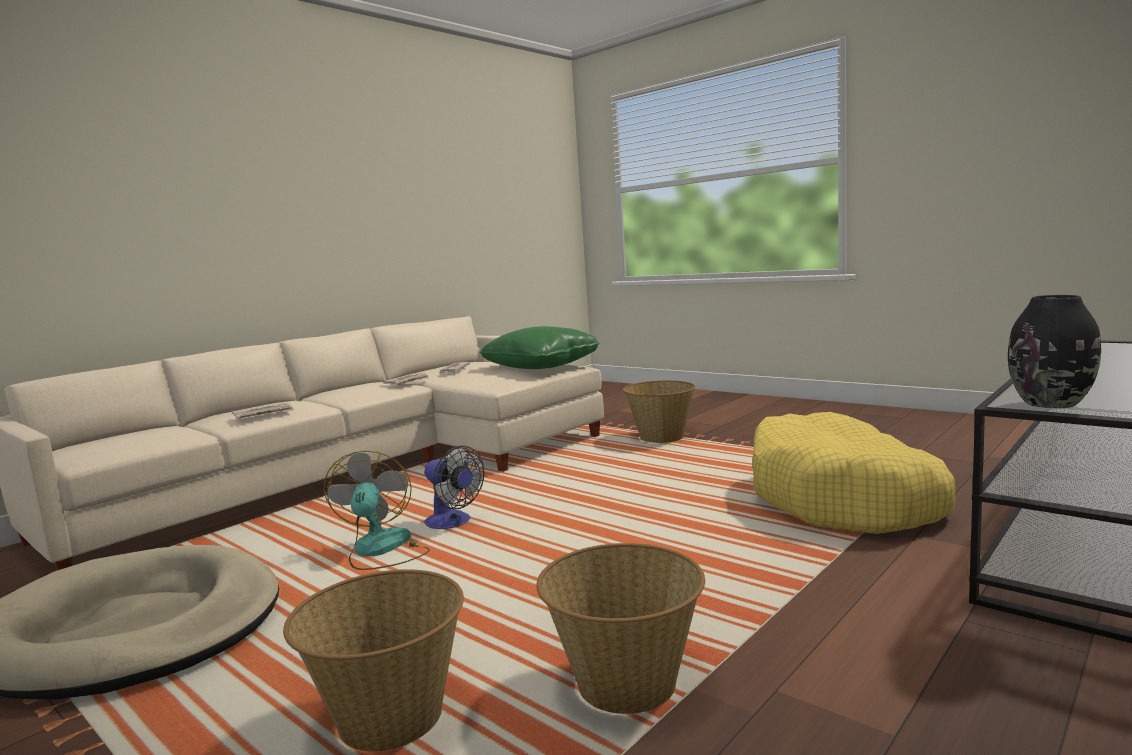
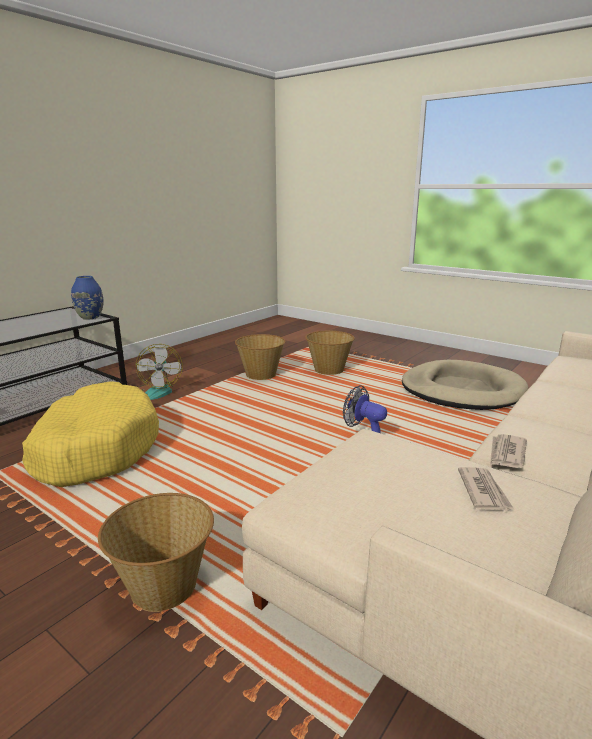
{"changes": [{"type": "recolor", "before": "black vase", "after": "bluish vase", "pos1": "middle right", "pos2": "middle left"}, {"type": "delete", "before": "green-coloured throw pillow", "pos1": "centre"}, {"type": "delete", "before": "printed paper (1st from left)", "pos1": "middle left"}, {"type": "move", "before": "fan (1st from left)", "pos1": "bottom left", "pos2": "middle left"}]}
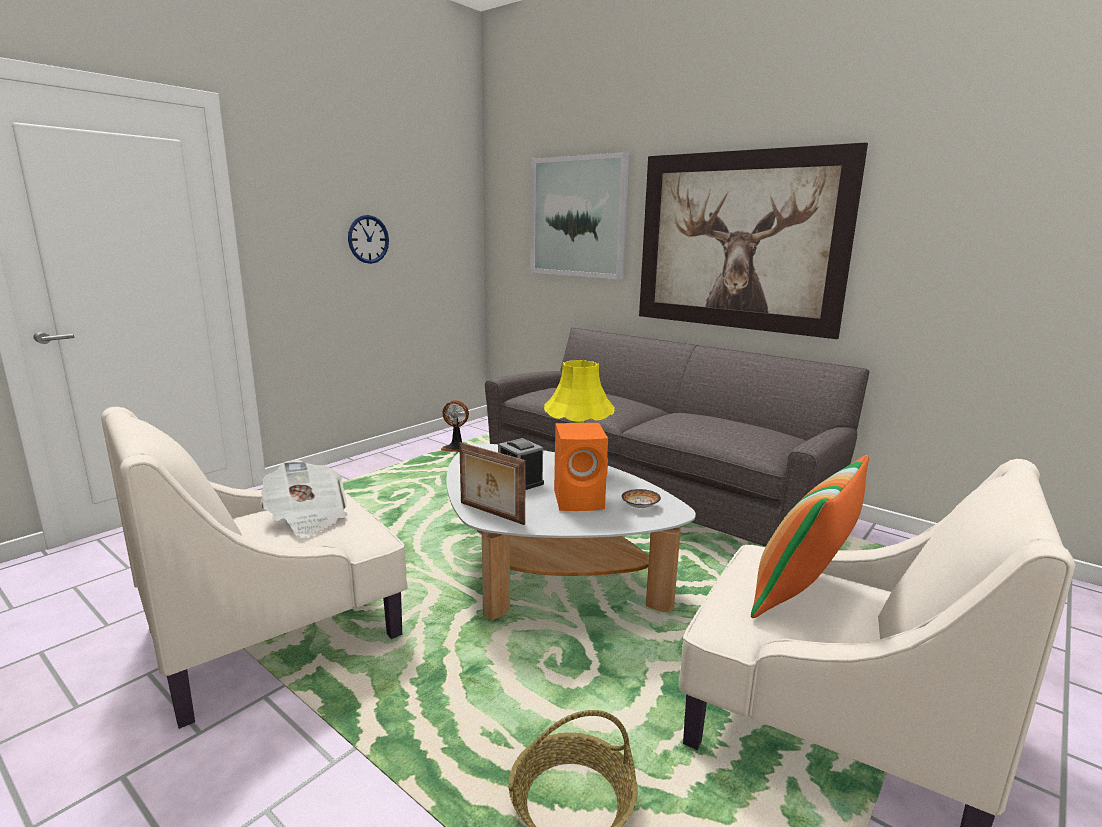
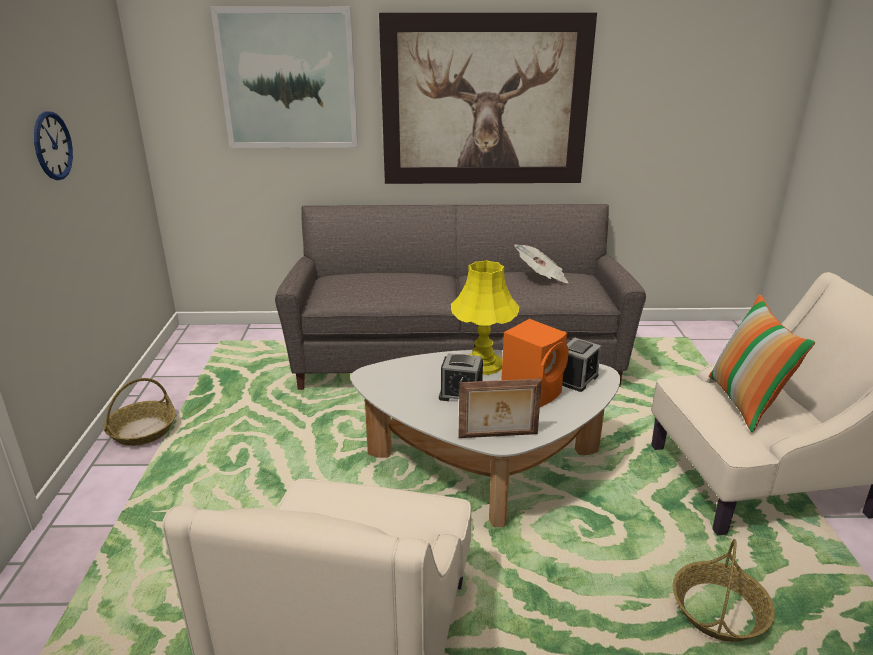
{"changes": [{"type": "delete", "before": "fan", "pos1": "centre"}, {"type": "move", "before": "printed paper", "pos1": "middle left", "pos2": "centre"}, {"type": "replace", "before": "deep dish", "after": "bedside clock (2nd from left)", "pos1": "centre", "pos2": "centre"}, {"type": "insert", "after": "basket (1st from left)", "pos2": "middle left"}]}
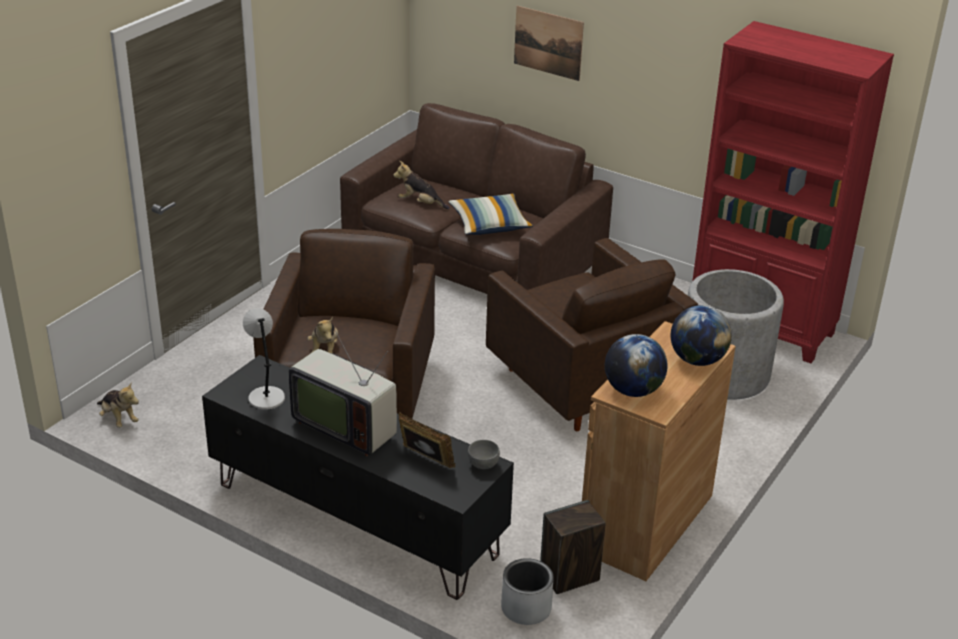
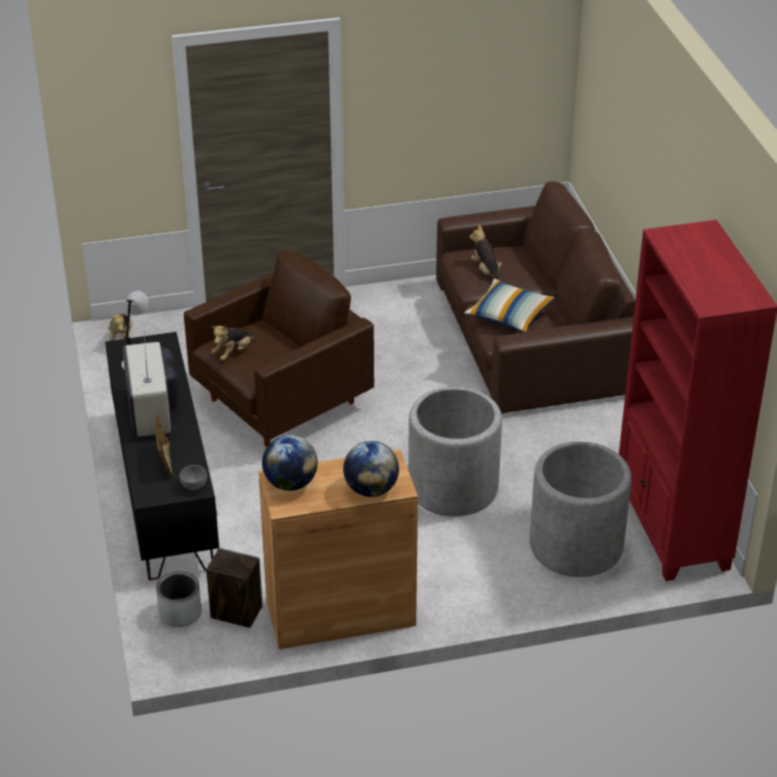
{"changes": [{"type": "delete", "before": "wall art", "pos1": "top centre"}, {"type": "replace", "before": "brown armchair (2nd from left)", "after": "greyish flower pot (2nd from left)", "pos1": "centre", "pos2": "centre"}]}
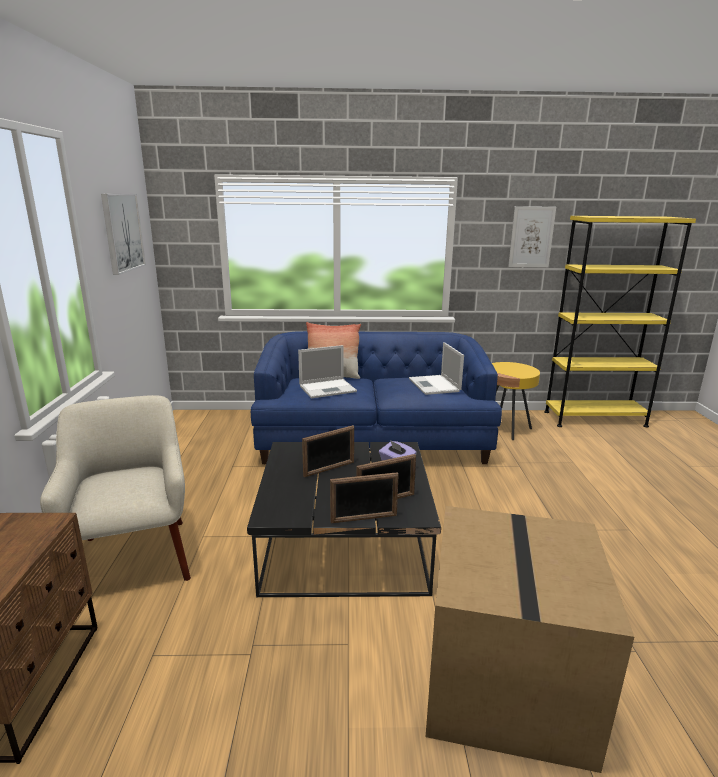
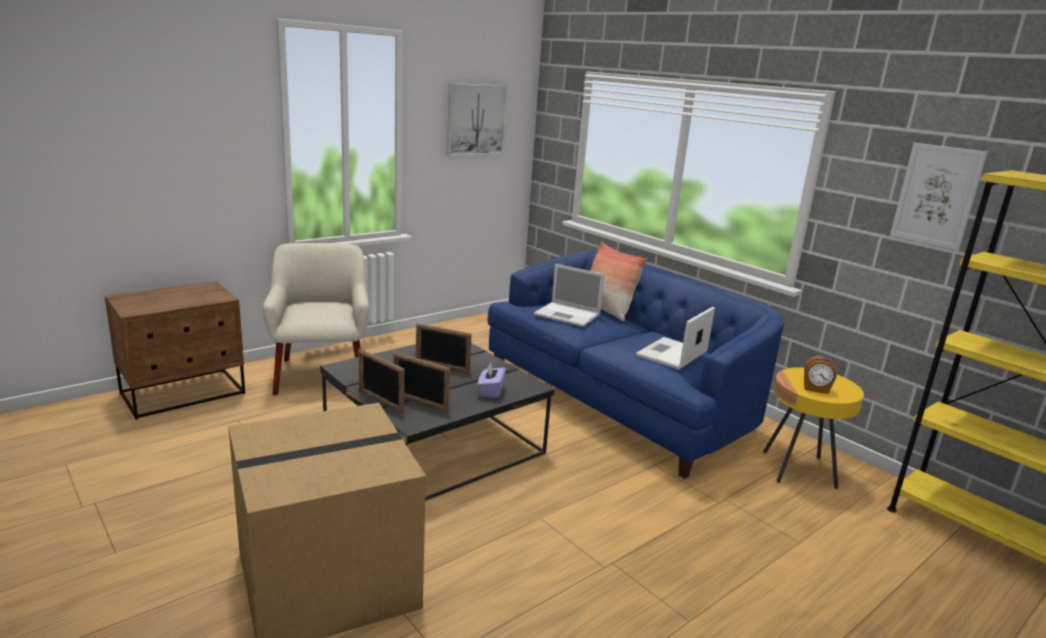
{"changes": [{"type": "rotate", "before": "beige-coloured armchair", "pos1": "middle left", "pos2": "middle left", "turn": -45}, {"type": "insert", "after": "bedside clock", "pos2": "middle right"}]}
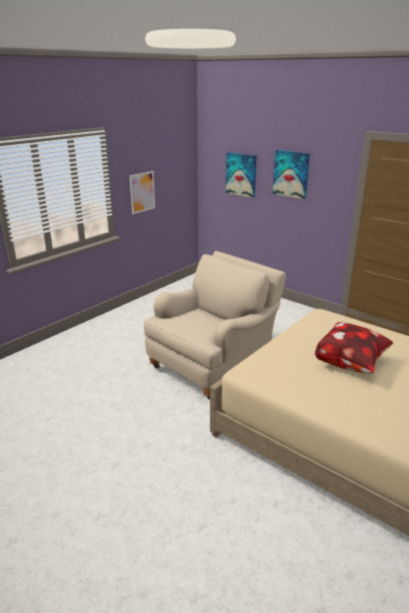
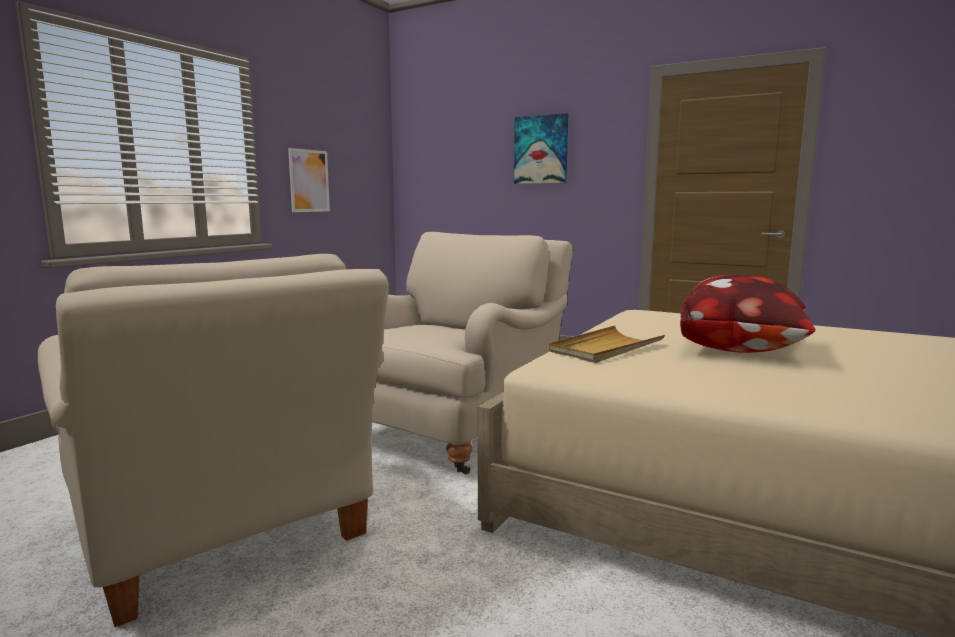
{"changes": [{"type": "delete", "before": "wall art (2nd from left)", "pos1": "top centre"}, {"type": "insert", "after": "beige-coloured armchair (1st from left)", "pos2": "bottom left"}, {"type": "insert", "after": "beige-coloured tray", "pos2": "centre"}]}
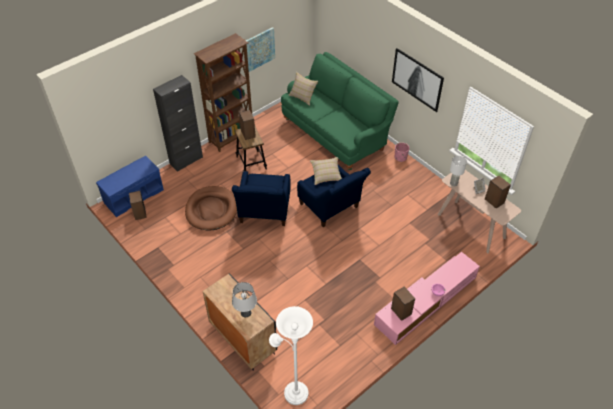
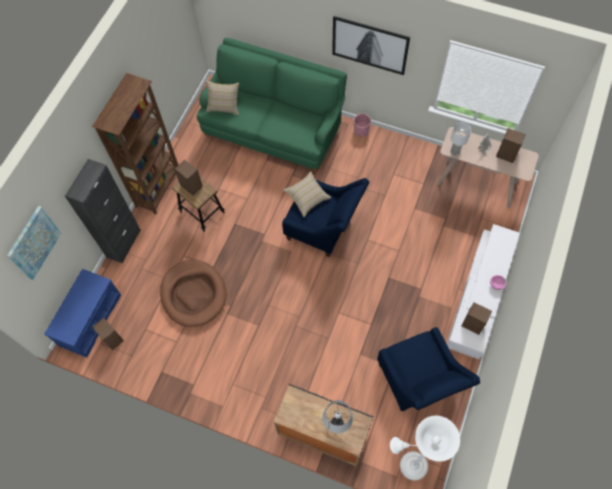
{"changes": [{"type": "move", "before": "wall art (1st from left)", "pos1": "top centre", "pos2": "middle left"}, {"type": "move", "before": "bluish armchair (1st from left in the first image)", "after": "bluish armchair (2nd from left)", "pos1": "centre", "pos2": "bottom right"}, {"type": "recolor", "before": "pink-coloured media console", "after": "white media console", "pos1": "bottom right", "pos2": "middle right"}]}
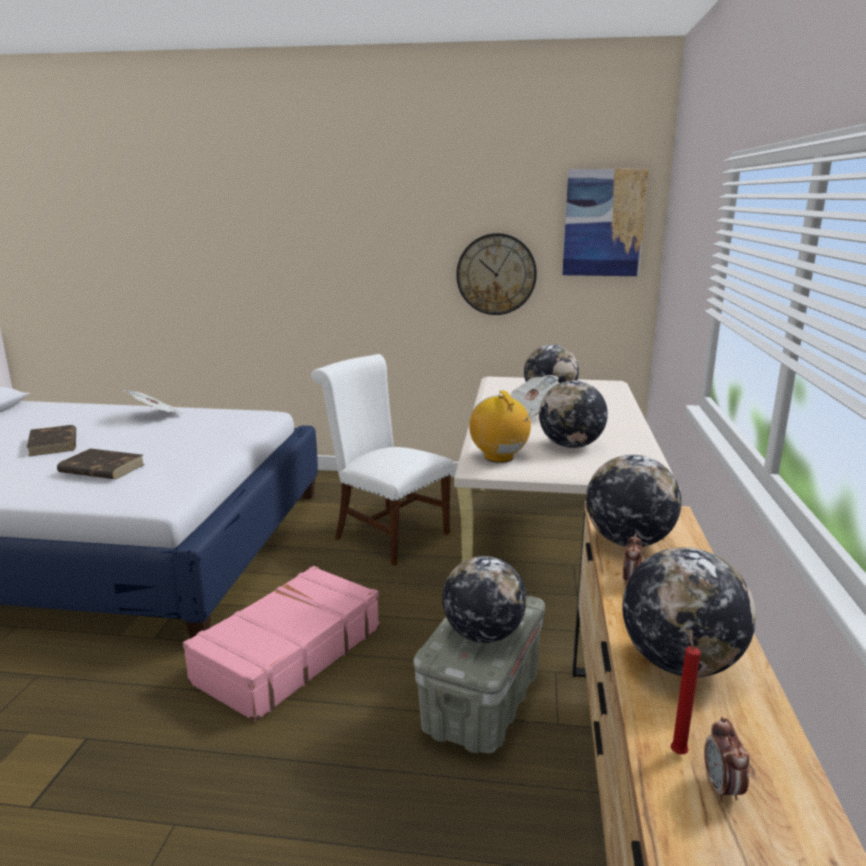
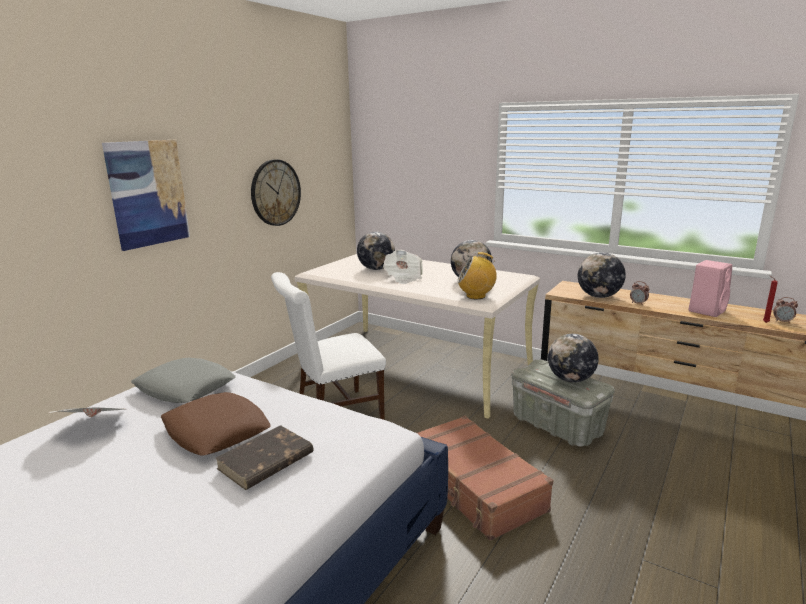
{"changes": [{"type": "move", "before": "wall art", "pos1": "top right", "pos2": "top left"}, {"type": "delete", "before": "brown bound book (1st from left)", "pos1": "middle left"}, {"type": "replace", "before": "world globe (5th from left)", "after": "pink-coloured loudspeaker", "pos1": "bottom right", "pos2": "middle right"}, {"type": "recolor", "before": "pink-coloured travel case", "after": "brown travel case", "pos1": "bottom left", "pos2": "bottom centre"}, {"type": "insert", "after": "greyish throw pillow", "pos2": "middle left"}, {"type": "insert", "after": "brown throw pillow", "pos2": "bottom left"}]}
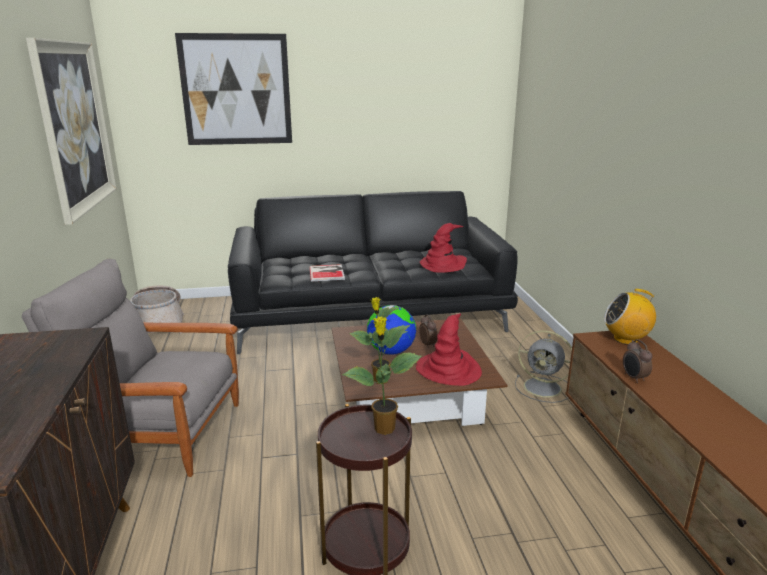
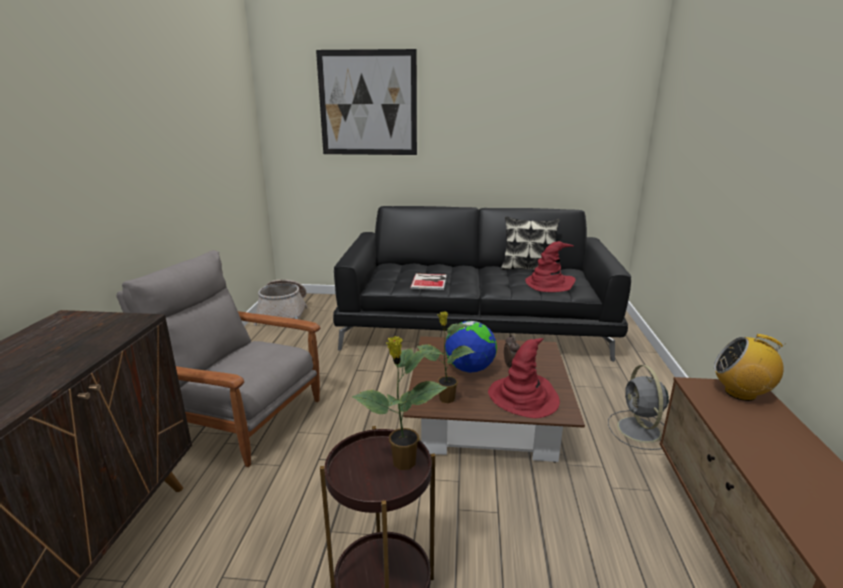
{"changes": [{"type": "delete", "before": "wall art (1st from left)", "pos1": "top left"}, {"type": "rotate", "before": "greyish fan", "pos1": "middle right", "pos2": "bottom right", "turn": 45}, {"type": "delete", "before": "bedside clock (2nd from left)", "pos1": "middle right"}, {"type": "insert", "after": "throw pillow", "pos2": "centre"}]}
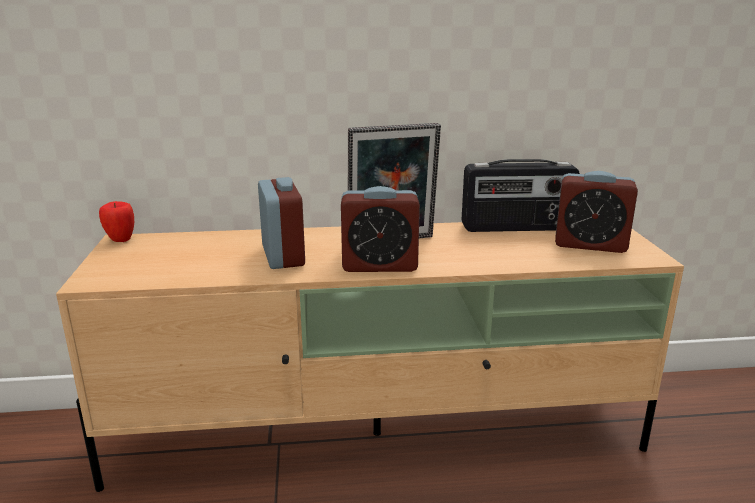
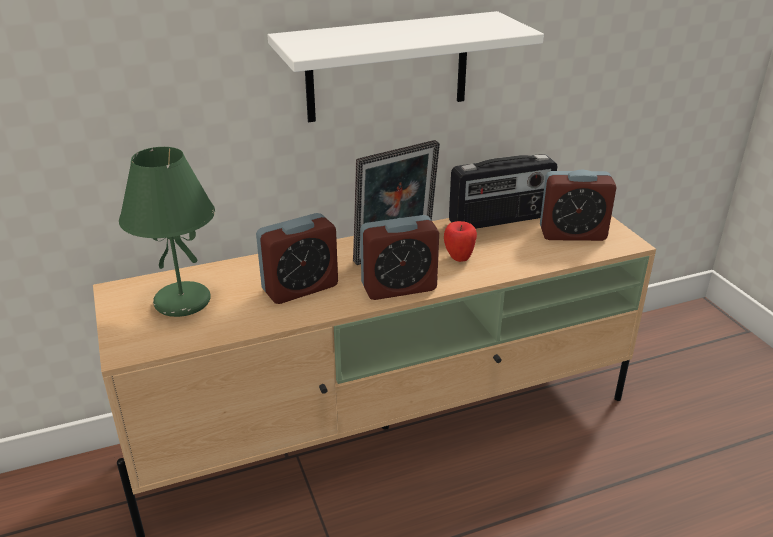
{"changes": [{"type": "rotate", "before": "bedside clock (1st from left)", "pos1": "centre", "pos2": "centre", "turn": 90}, {"type": "move", "before": "apple", "pos1": "middle left", "pos2": "centre"}, {"type": "insert", "after": "white wall shelf", "pos2": "top centre"}, {"type": "insert", "after": "green-coloured table lamp", "pos2": "middle left"}]}
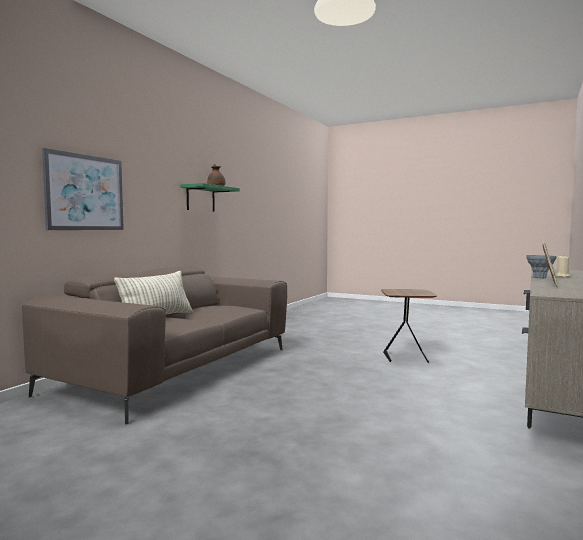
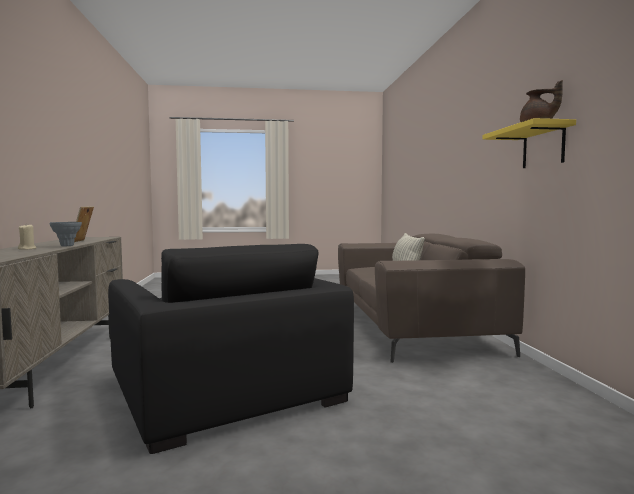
{"changes": [{"type": "delete", "before": "wall art", "pos1": "middle left"}, {"type": "recolor", "before": "green-coloured wall shelf", "after": "yellow-coloured wall shelf", "pos1": "centre", "pos2": "top right"}, {"type": "replace", "before": "brown end table", "after": "black armchair", "pos1": "middle right", "pos2": "bottom centre"}]}
